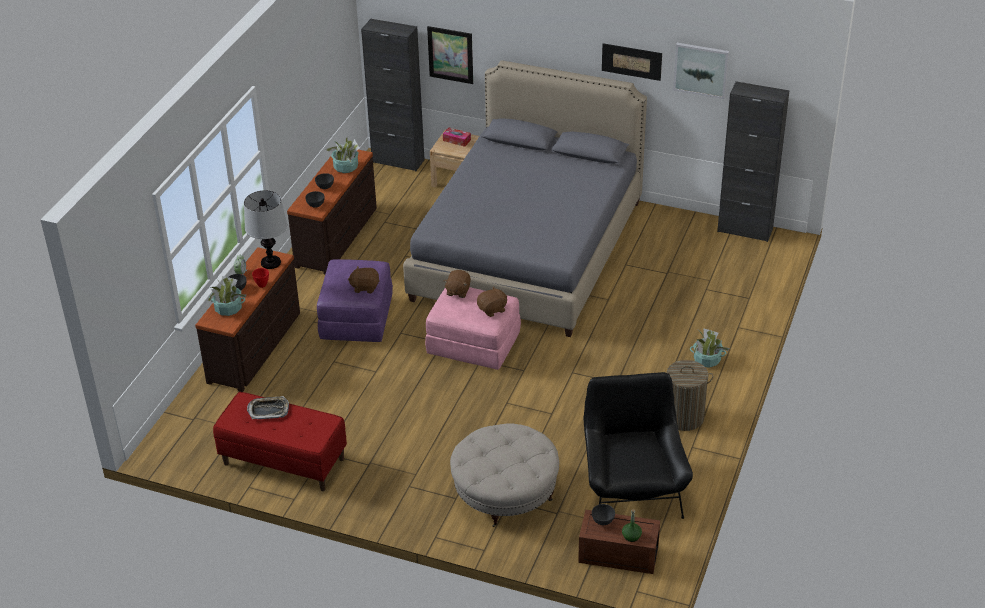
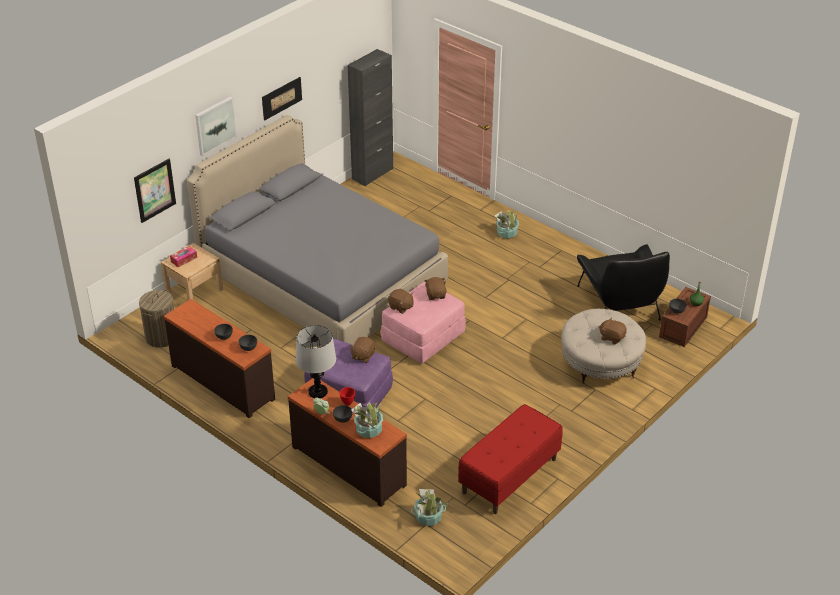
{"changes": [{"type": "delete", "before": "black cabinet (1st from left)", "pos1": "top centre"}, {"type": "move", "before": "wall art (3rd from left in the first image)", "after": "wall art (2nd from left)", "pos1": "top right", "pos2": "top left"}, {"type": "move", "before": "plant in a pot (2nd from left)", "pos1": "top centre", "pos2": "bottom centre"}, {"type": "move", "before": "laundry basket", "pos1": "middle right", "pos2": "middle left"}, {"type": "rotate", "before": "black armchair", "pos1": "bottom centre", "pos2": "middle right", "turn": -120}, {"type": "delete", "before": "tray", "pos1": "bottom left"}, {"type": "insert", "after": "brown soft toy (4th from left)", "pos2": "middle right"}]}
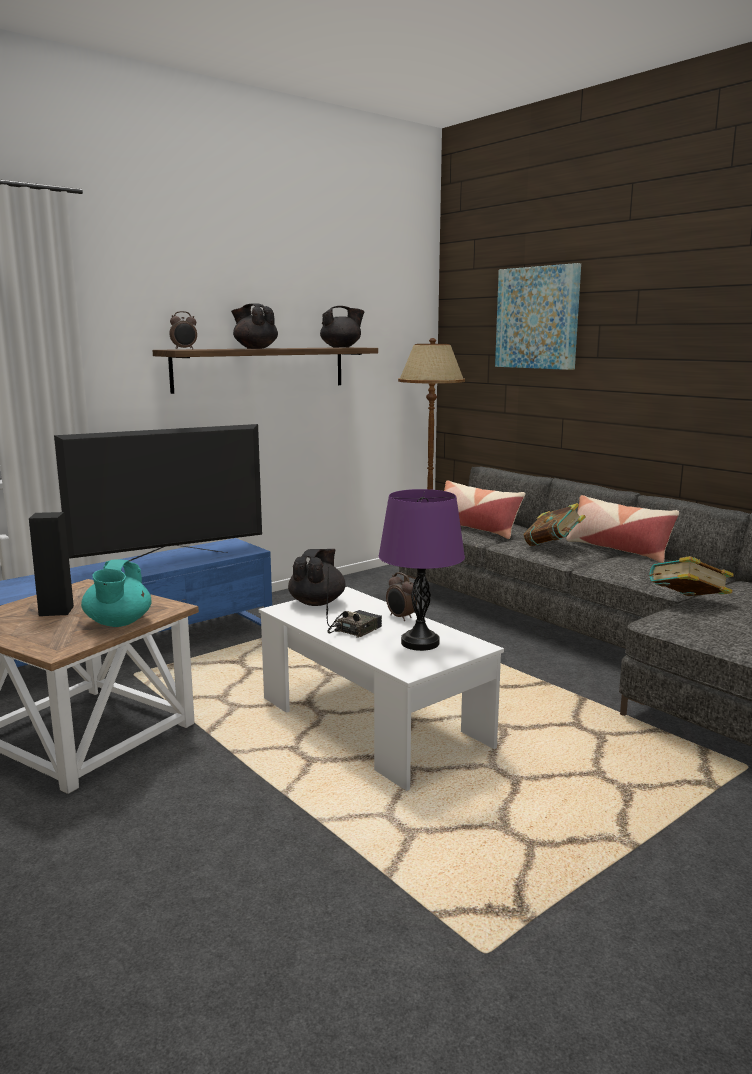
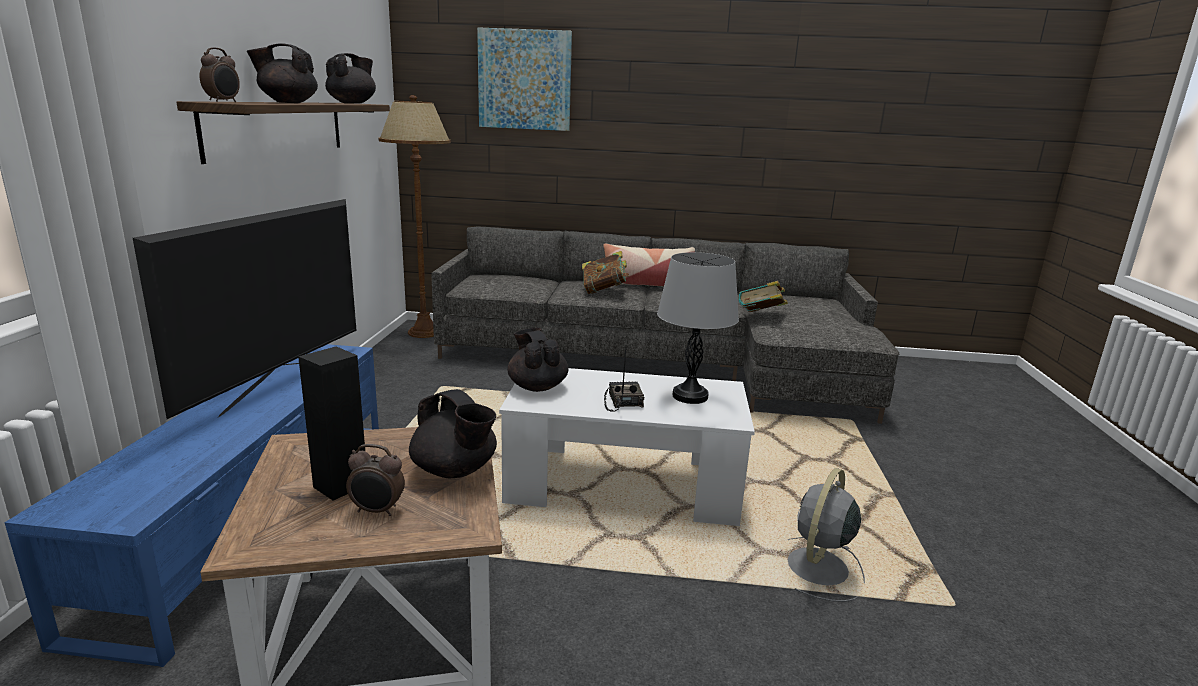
{"changes": [{"type": "delete", "before": "throw pillow (1st from left)", "pos1": "centre"}, {"type": "recolor", "before": "purple-coloured table lamp", "after": "greyish table lamp", "pos1": "centre", "pos2": "centre"}, {"type": "recolor", "before": "turquoise pot for tea", "after": "black pot for tea (3rd from left)", "pos1": "middle left", "pos2": "centre"}, {"type": "move", "before": "bedside clock (2nd from left)", "pos1": "centre", "pos2": "bottom left"}, {"type": "insert", "after": "greyish fan", "pos2": "bottom right"}]}
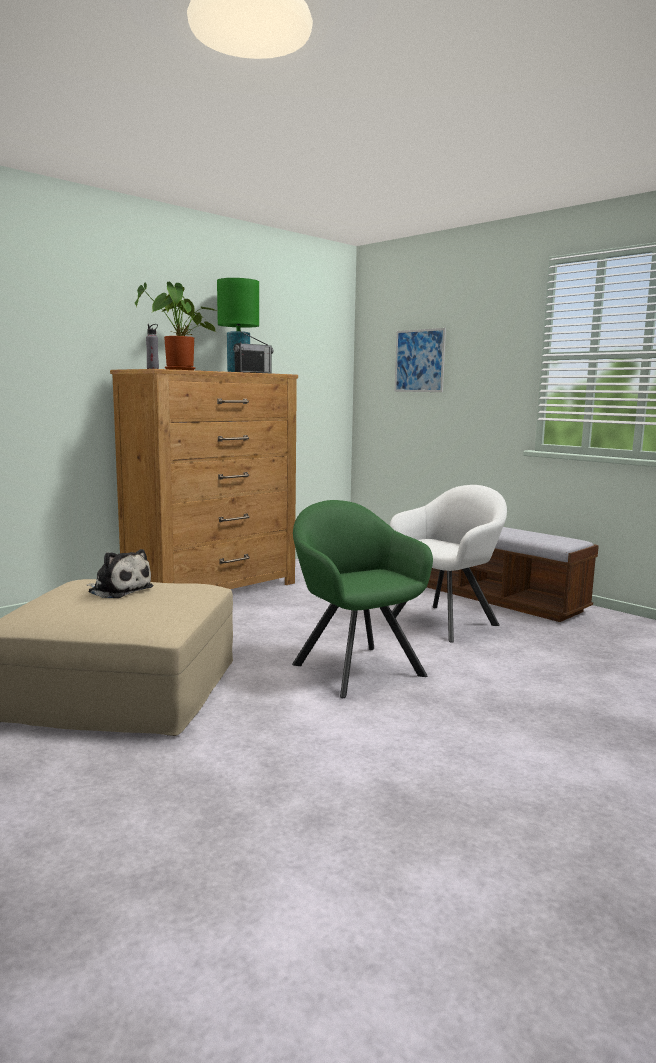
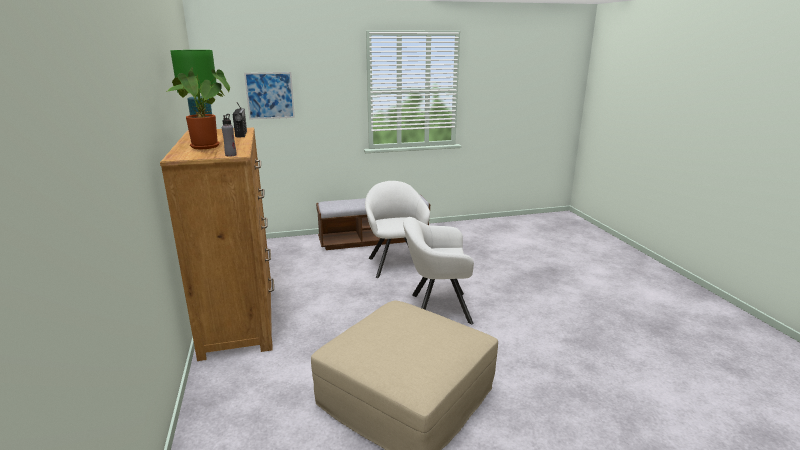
{"changes": [{"type": "recolor", "before": "green-coloured armchair", "after": "white armchair (2nd from left)", "pos1": "centre", "pos2": "centre"}, {"type": "delete", "before": "soft toy", "pos1": "middle left"}]}
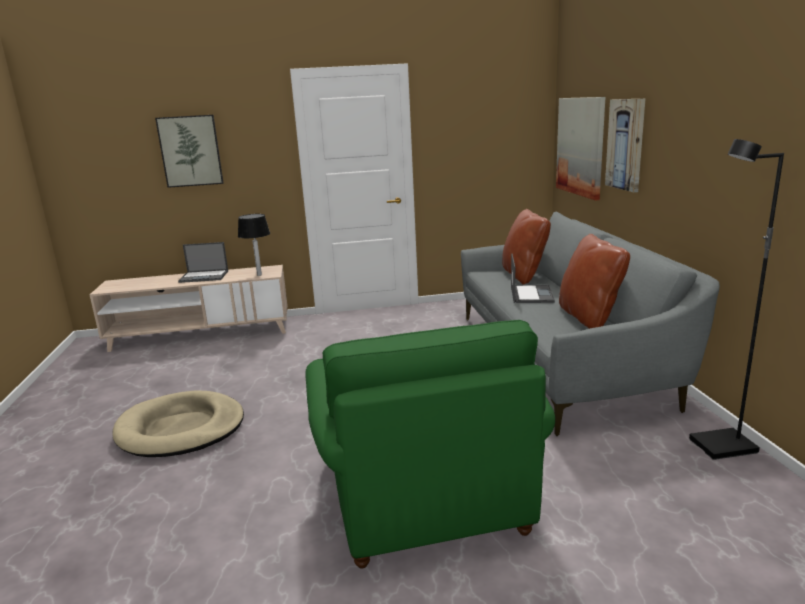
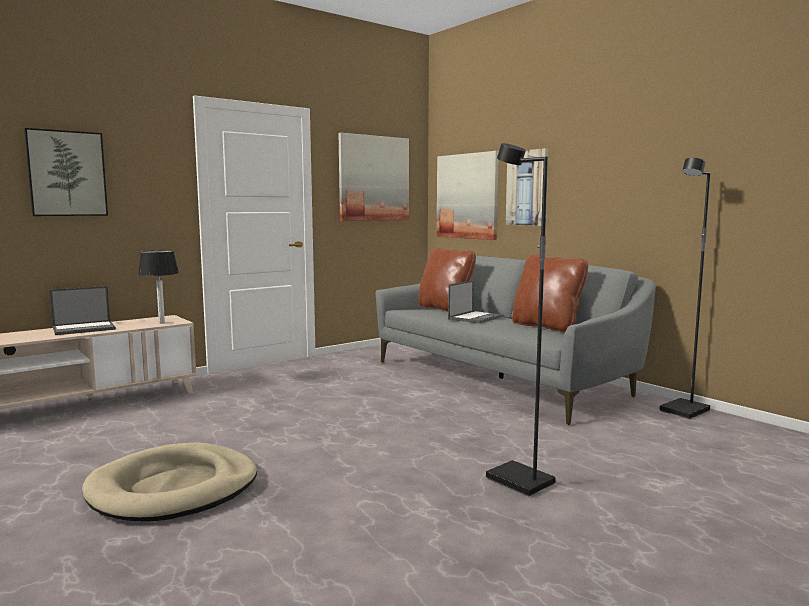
{"changes": [{"type": "rotate", "before": "laptop (2nd from left)", "pos1": "centre", "pos2": "centre", "turn": 60}, {"type": "replace", "before": "green-coloured armchair", "after": "black standing lamp (1st from left)", "pos1": "bottom centre", "pos2": "centre"}, {"type": "insert", "after": "wall art (2nd from left)", "pos2": "top centre"}]}
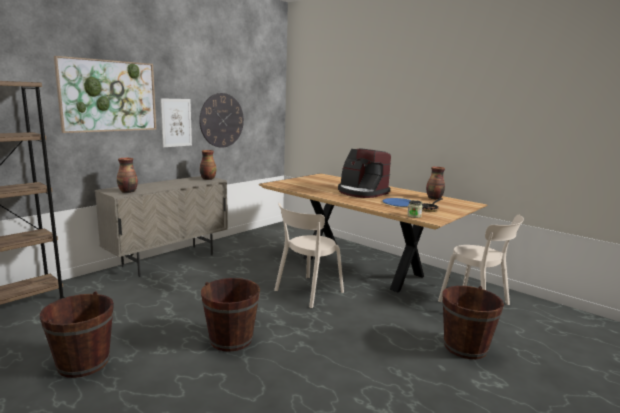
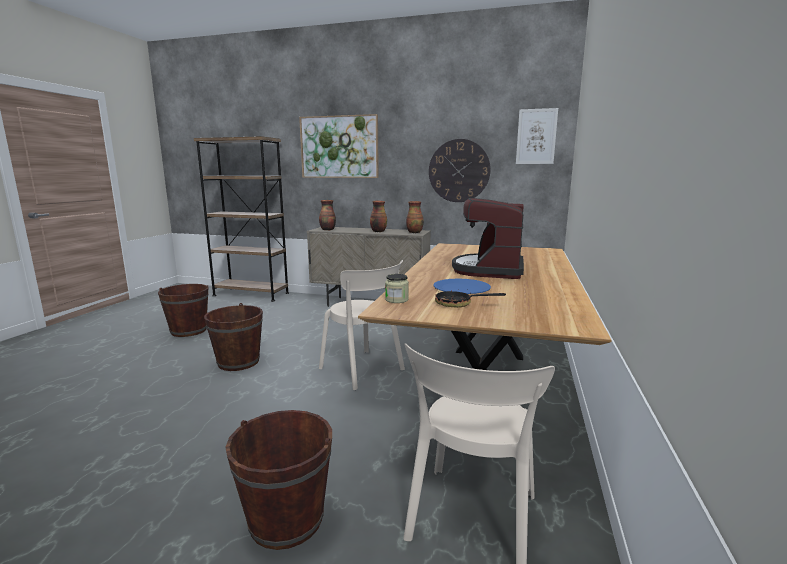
{"changes": [{"type": "move", "before": "wall art (2nd from left)", "pos1": "top left", "pos2": "top right"}, {"type": "move", "before": "vase (3rd from left in the first image)", "after": "vase (2nd from left)", "pos1": "middle right", "pos2": "centre"}, {"type": "rotate", "before": "beige-coloured chair (1st from left)", "pos1": "centre", "pos2": "centre", "turn": -150}]}
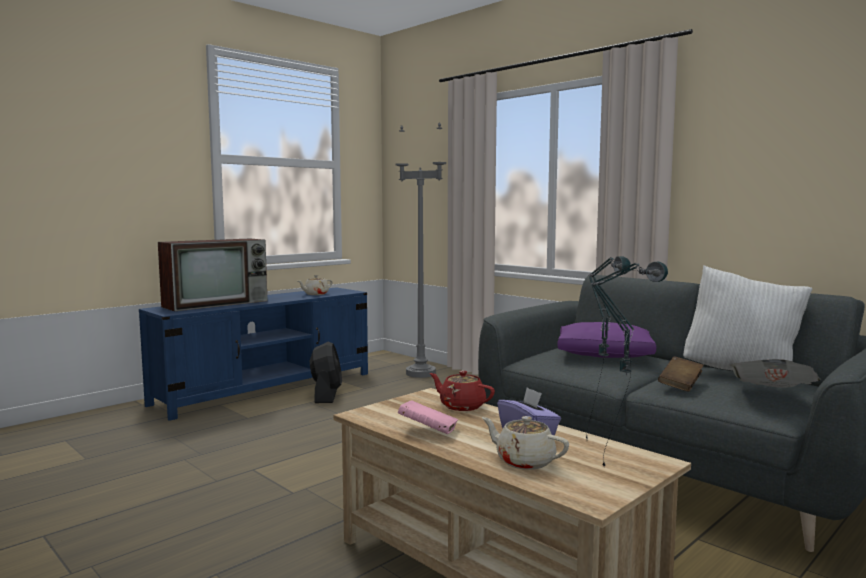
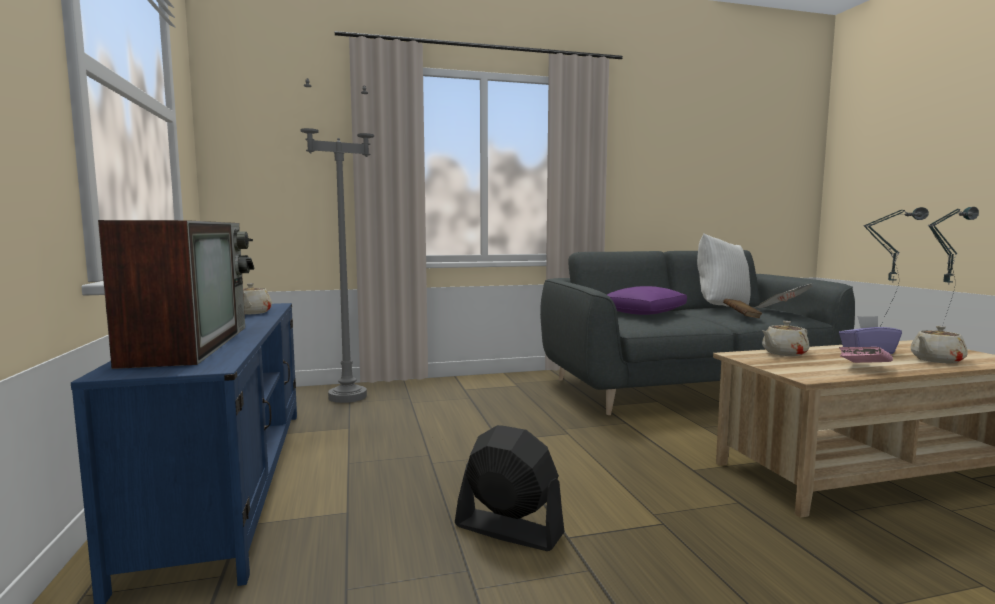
{"changes": [{"type": "move", "before": "black fan", "pos1": "centre", "pos2": "bottom centre"}, {"type": "recolor", "before": "red pot for tea", "after": "beige-coloured pot for tea (2nd from left)", "pos1": "bottom centre", "pos2": "middle right"}]}
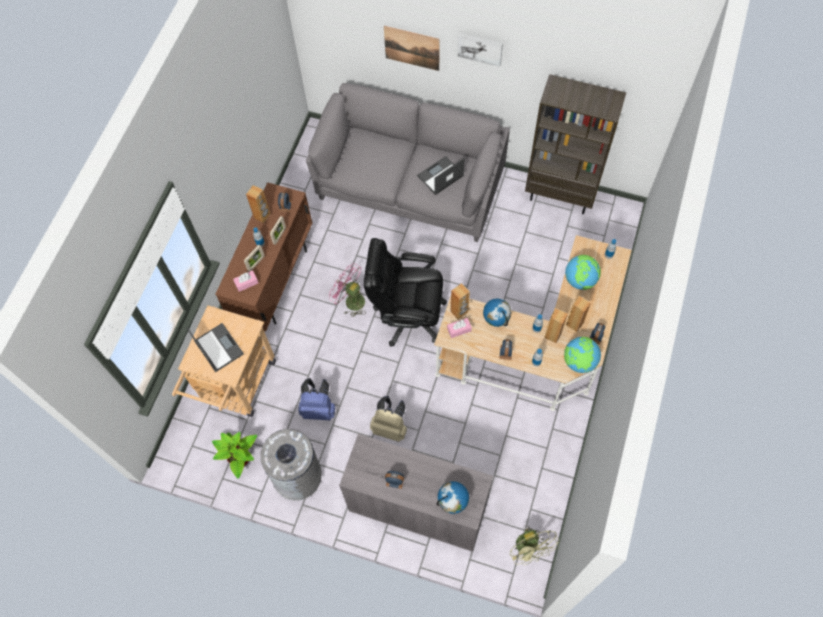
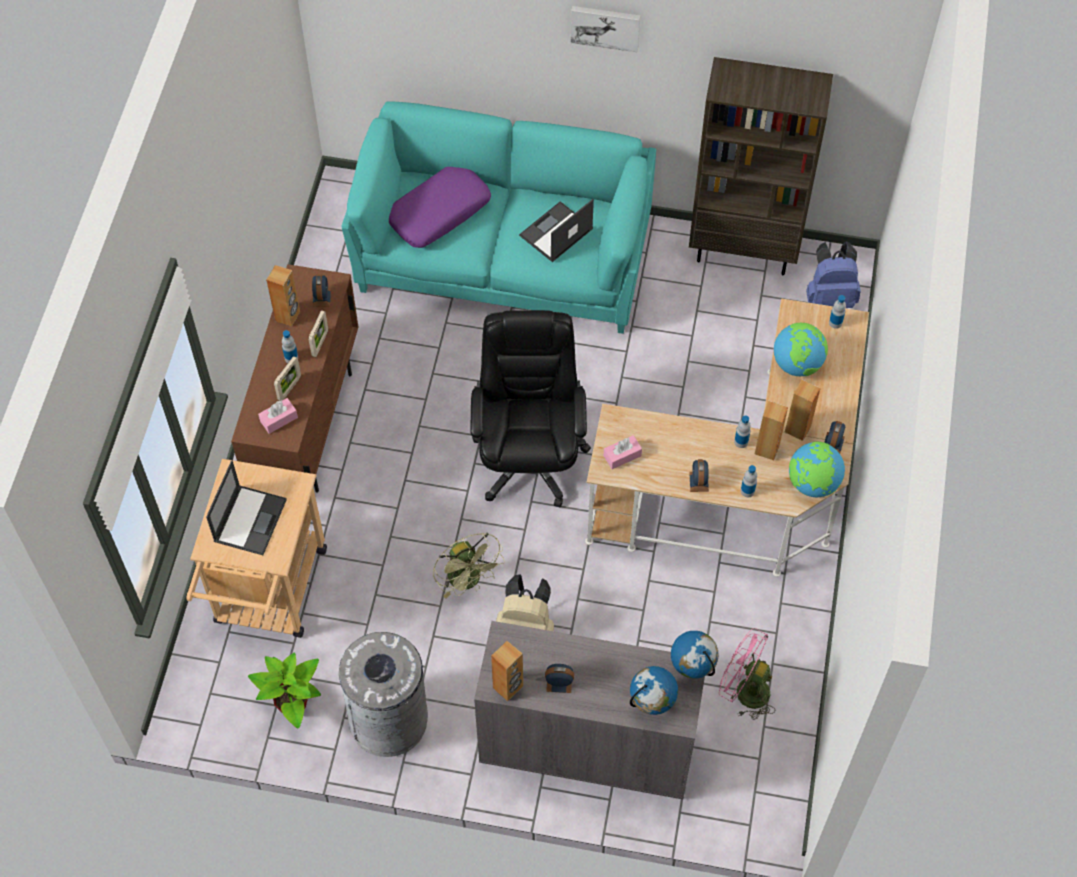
{"changes": [{"type": "delete", "before": "wall art (1st from left)", "pos1": "top centre"}, {"type": "recolor", "before": "greyish sofa", "after": "turquoise sofa", "pos1": "top centre", "pos2": "top centre"}, {"type": "rotate", "before": "black office chair", "pos1": "centre", "pos2": "centre", "turn": 90}, {"type": "move", "before": "pink-coloured fan", "pos1": "centre", "pos2": "bottom right"}, {"type": "move", "before": "brown loudspeaker (2nd from left)", "pos1": "centre", "pos2": "bottom centre"}, {"type": "move", "before": "world globe (2nd from left)", "pos1": "centre", "pos2": "bottom centre"}, {"type": "rotate", "before": "laptop (1st from left)", "pos1": "middle left", "pos2": "middle left", "turn": 60}, {"type": "move", "before": "bluish knapsack", "pos1": "centre", "pos2": "top right"}, {"type": "move", "before": "green-coloured fan", "pos1": "bottom centre", "pos2": "centre"}, {"type": "insert", "after": "purple-coloured throw pillow", "pos2": "top centre"}]}
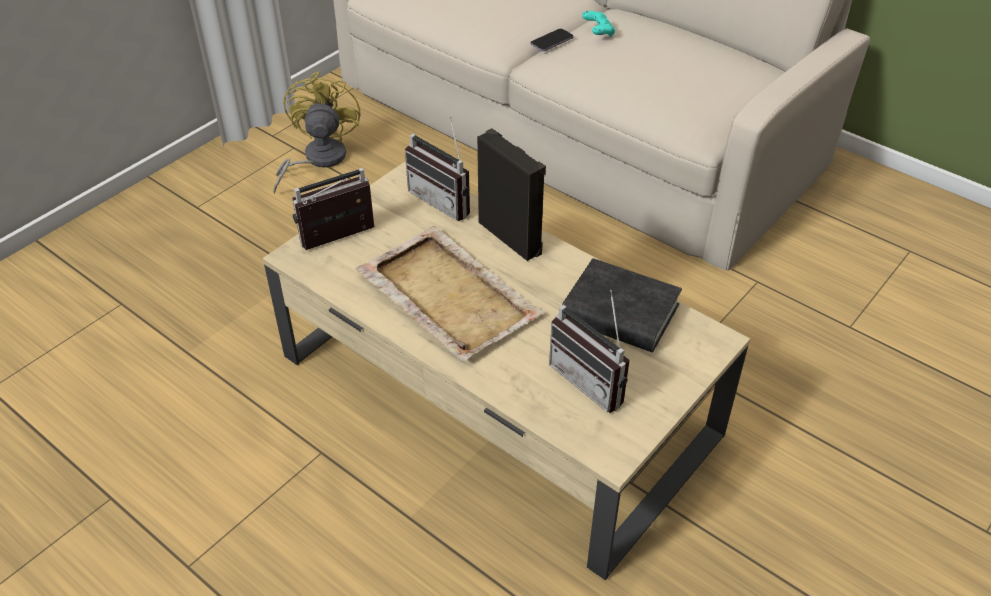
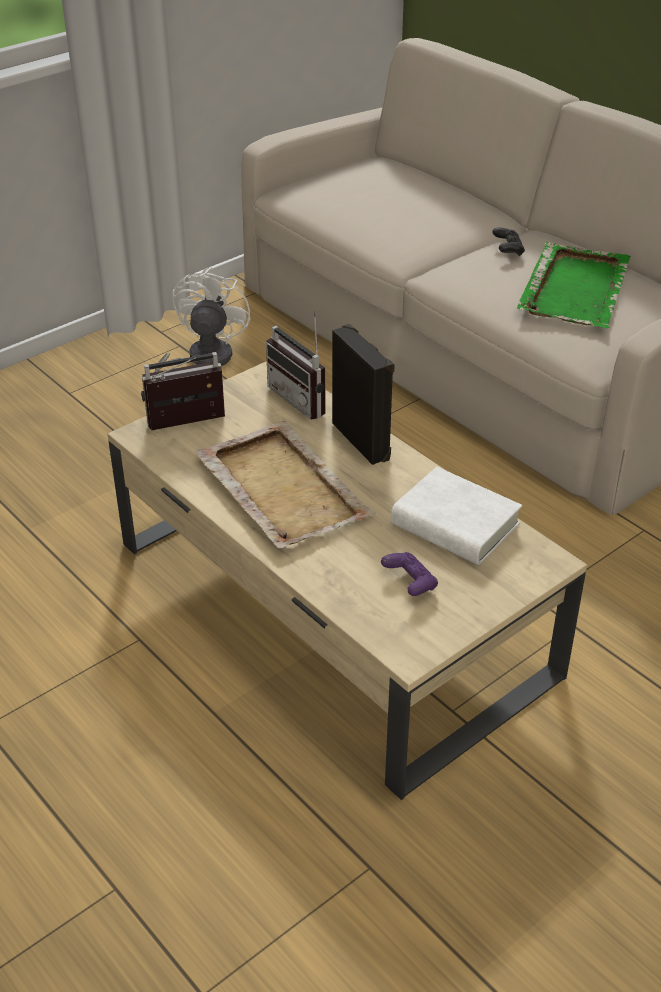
{"changes": [{"type": "recolor", "before": "turquoise gamepad", "after": "black gamepad", "pos1": "top centre", "pos2": "top right"}, {"type": "delete", "before": "handset", "pos1": "top centre"}, {"type": "recolor", "before": "yellow-coloured fan", "after": "white fan", "pos1": "top left", "pos2": "top left"}, {"type": "recolor", "before": "black bound book", "after": "white bound book", "pos1": "centre", "pos2": "middle right"}, {"type": "replace", "before": "radio set (3rd from left)", "after": "purple-coloured gamepad", "pos1": "centre", "pos2": "centre"}, {"type": "insert", "after": "green-coloured tray", "pos2": "top right"}]}
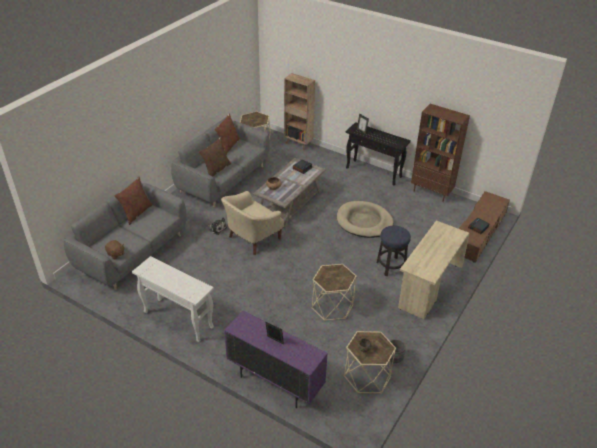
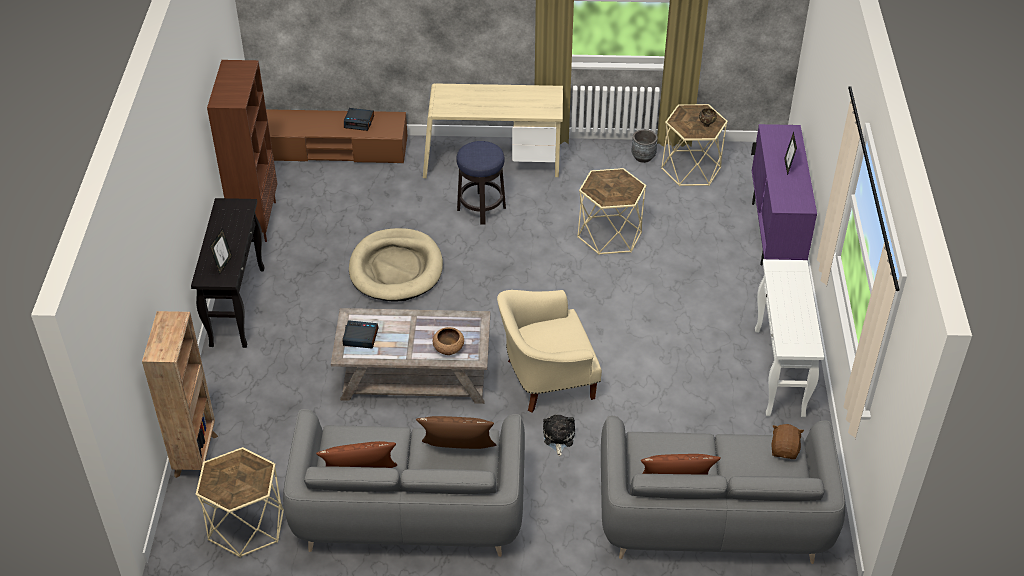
{"changes": [{"type": "rotate", "before": "beige-coloured armchair", "pos1": "centre", "pos2": "centre", "turn": 150}]}
